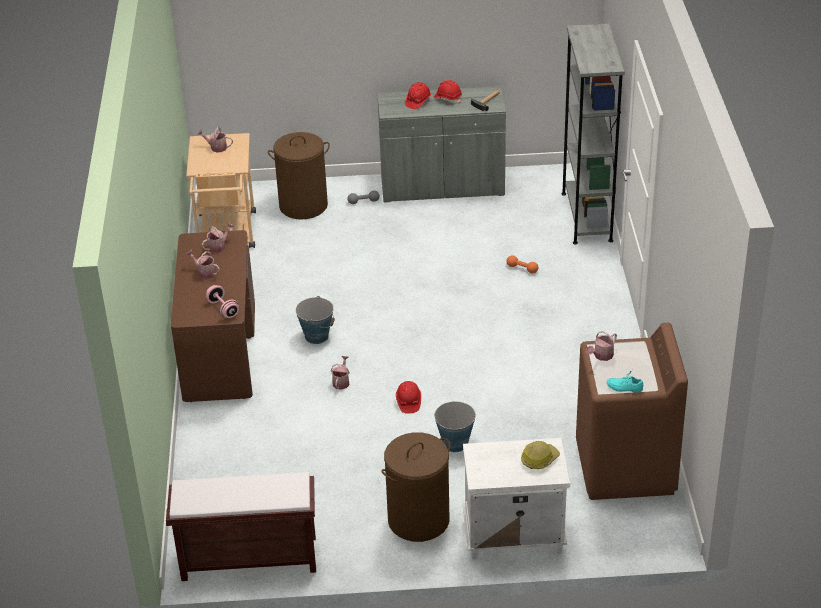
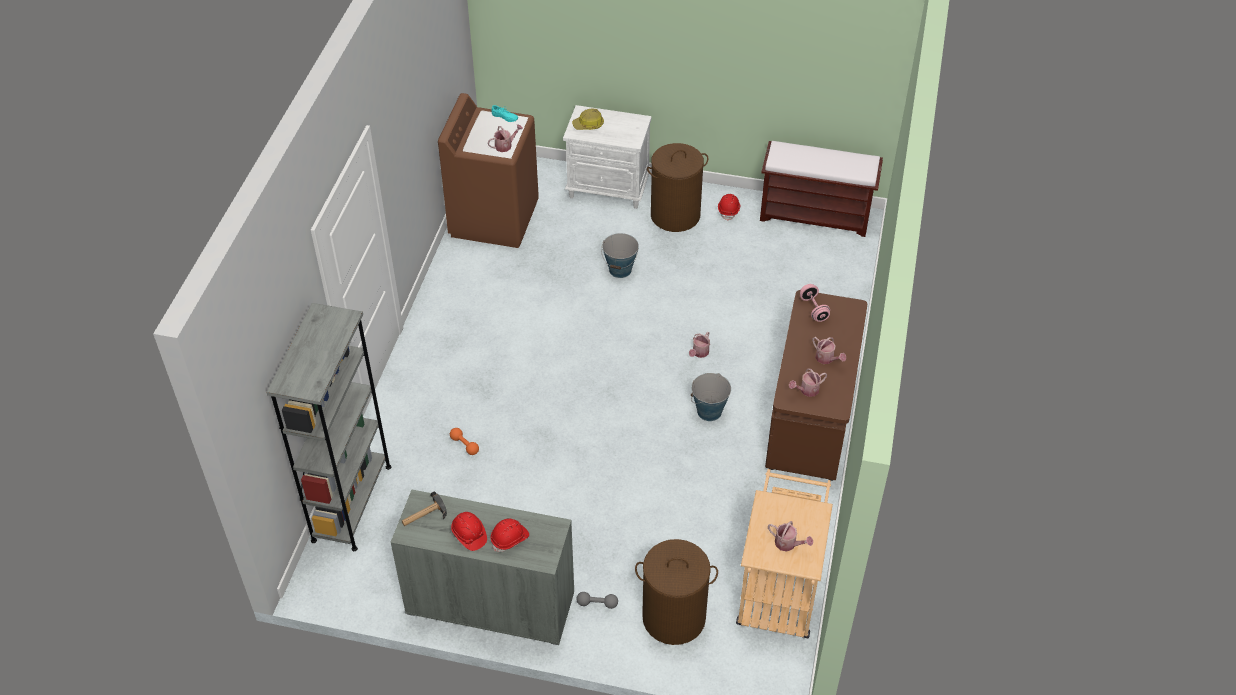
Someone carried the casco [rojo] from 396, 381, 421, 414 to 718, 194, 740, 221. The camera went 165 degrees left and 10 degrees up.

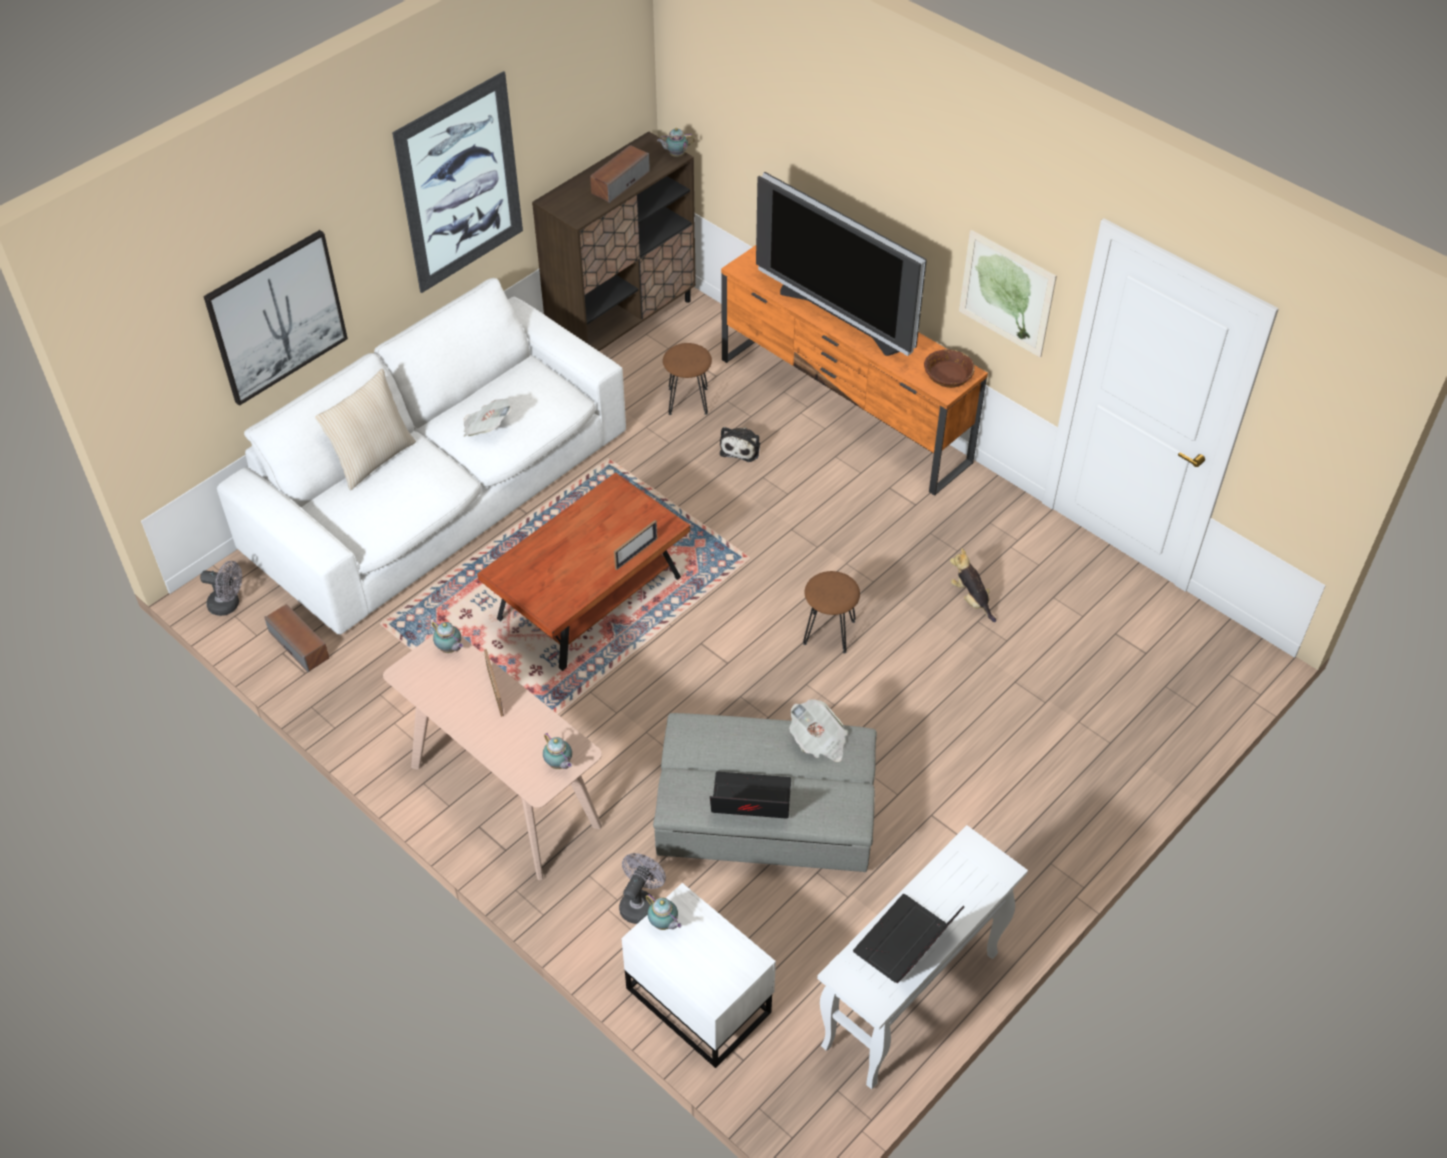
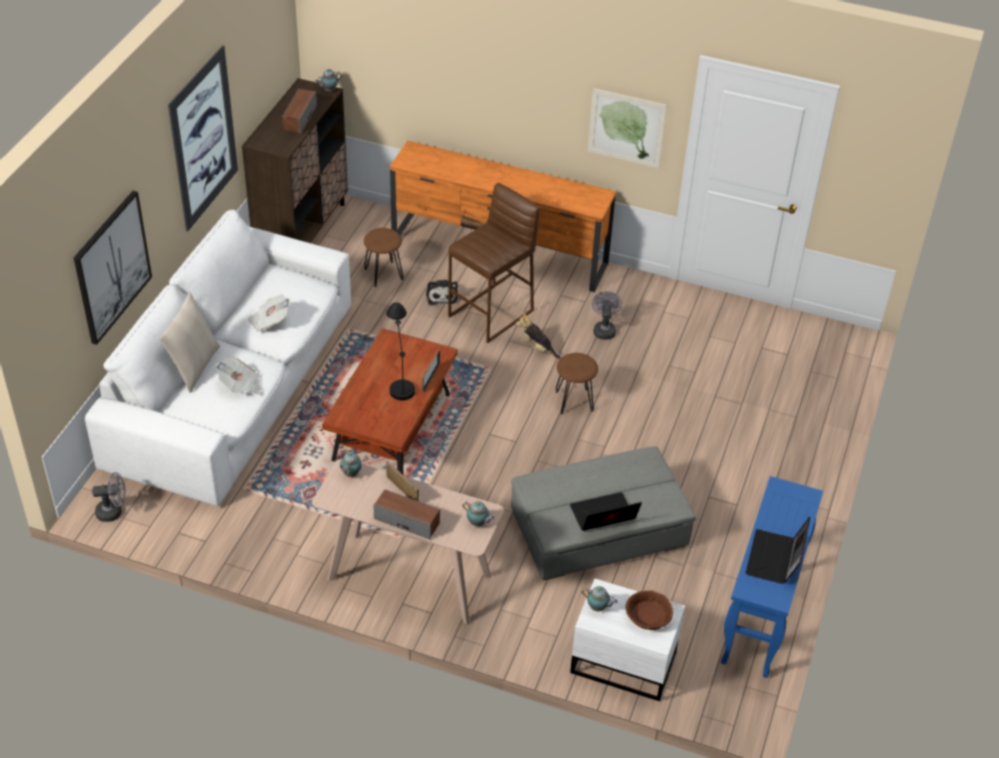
Someone took away the televisor at 756, 172, 927, 356. Someone put down the lámpara de mesa [negro] at 386, 302, 415, 400. Someone put down the taburete [marrón] at 448, 183, 540, 343. Someone carried the altavoz from 264, 604, 329, 672 to 373, 489, 440, 539. Someone carried the ventilador [gris] from 619, 853, 666, 924 to 592, 291, 622, 340. Someone carried the periódico from 789, 699, 848, 762 to 216, 357, 261, 394. Someone carried the cuenco [marrón] from 924, 349, 975, 388 to 625, 590, 673, 630. Someone carried the peluche from 950, 548, 996, 622 to 516, 312, 561, 359. Someone repainted the mesa consola [blanco] at 817, 825, 1028, 1089, which became the mesa consola [azul] at 721, 476, 823, 678. Someone rotated the tetera at 432, 620, 463, 653 by 105 degrees counterclockwise. The camera went 25 degrees left and 5 degrees down.

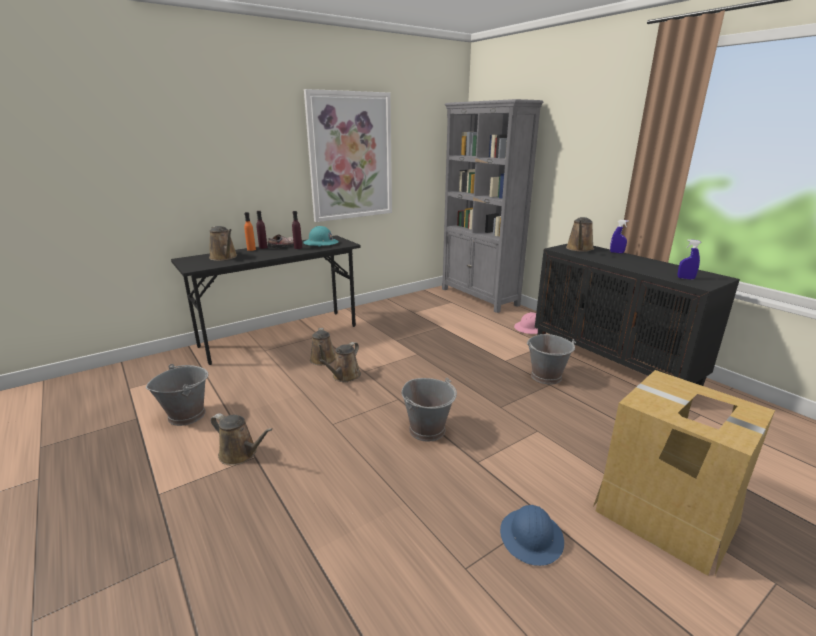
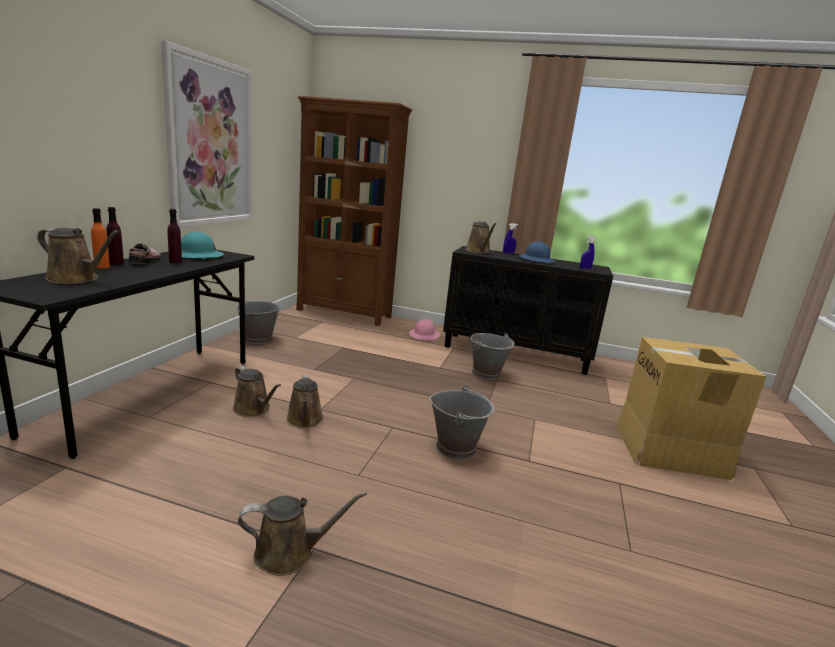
Someone carried the cubo [gris] from 146, 364, 208, 426 to 236, 301, 281, 344. Someone carried the casco [azul] from 500, 505, 564, 566 to 519, 241, 555, 263. Someone repainted the estantería [gris] at 442, 99, 543, 313, which became the estantería [marrón] at 296, 96, 412, 326. The camera went 40 degrees left and 5 degrees down.

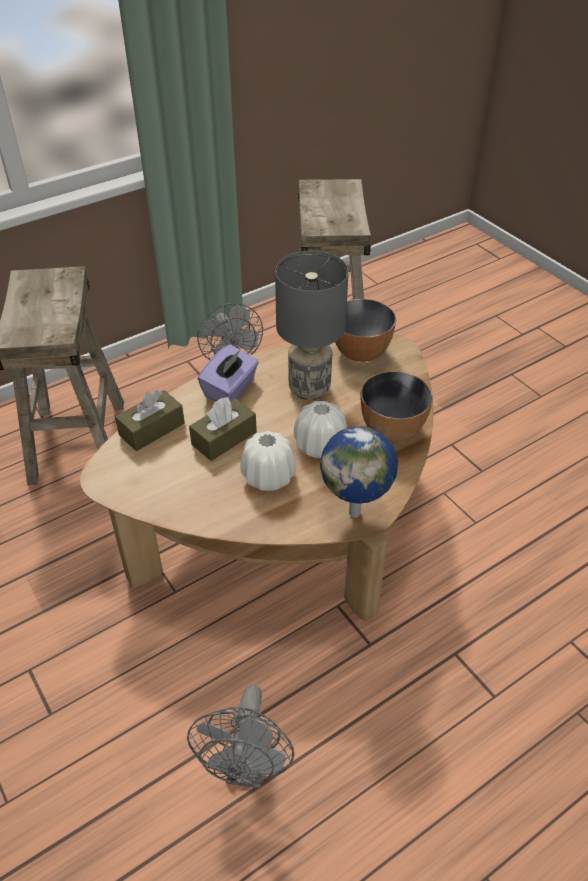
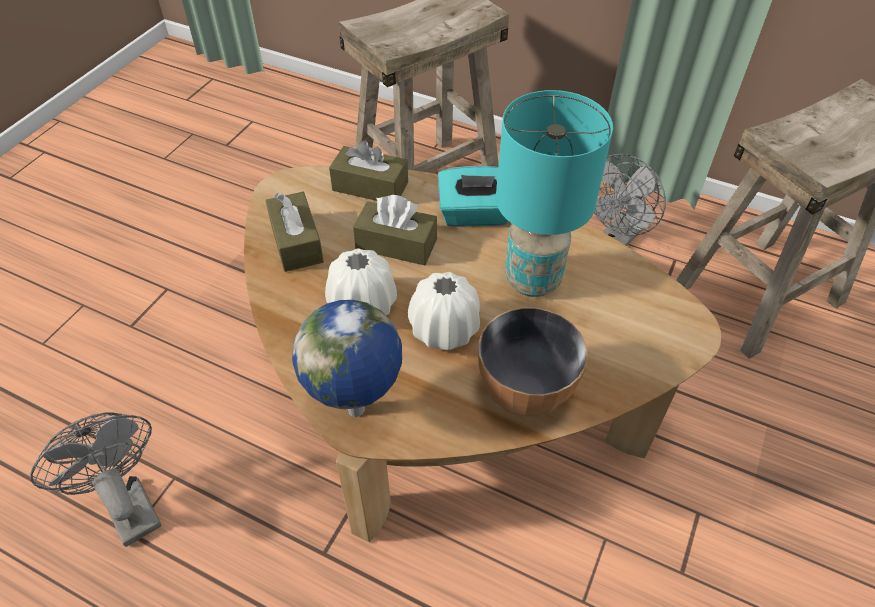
Someone took away the cuenco at 335, 299, 396, 362. Someone put down the caja de pañuelos [marrón] at 265, 192, 324, 272. Someone repainted the caja de pañuelos [morado] at 198, 345, 259, 401, which became the caja de pañuelos [turquesa] at 438, 166, 508, 227. Someone repainted the lámpara de mesa [gris] at 275, 251, 349, 400, which became the lámpara de mesa [turquesa] at 496, 90, 613, 297. Someone rotated the ventilador [gris] at 187, 685, 294, 789 by 75 degrees clockwise. The camera went 60 degrees right and 5 degrees up.

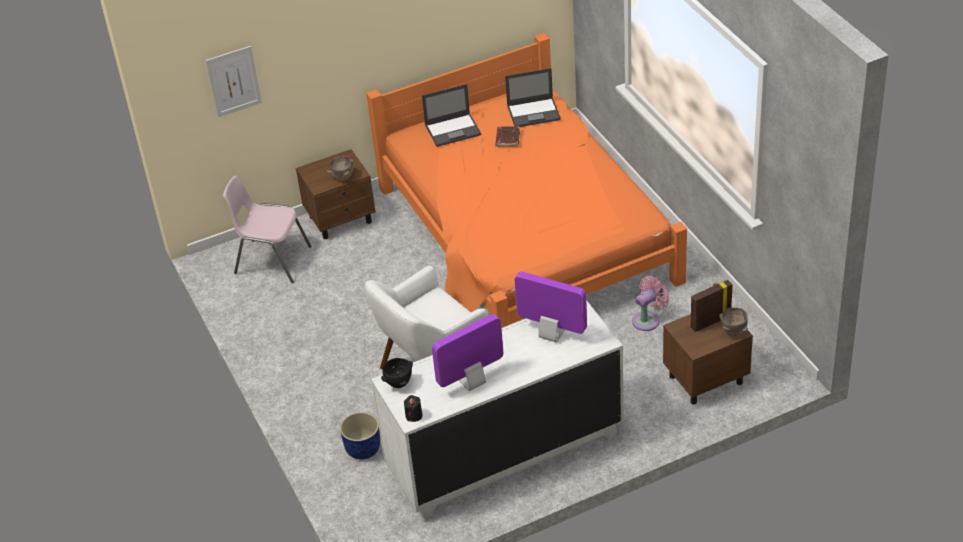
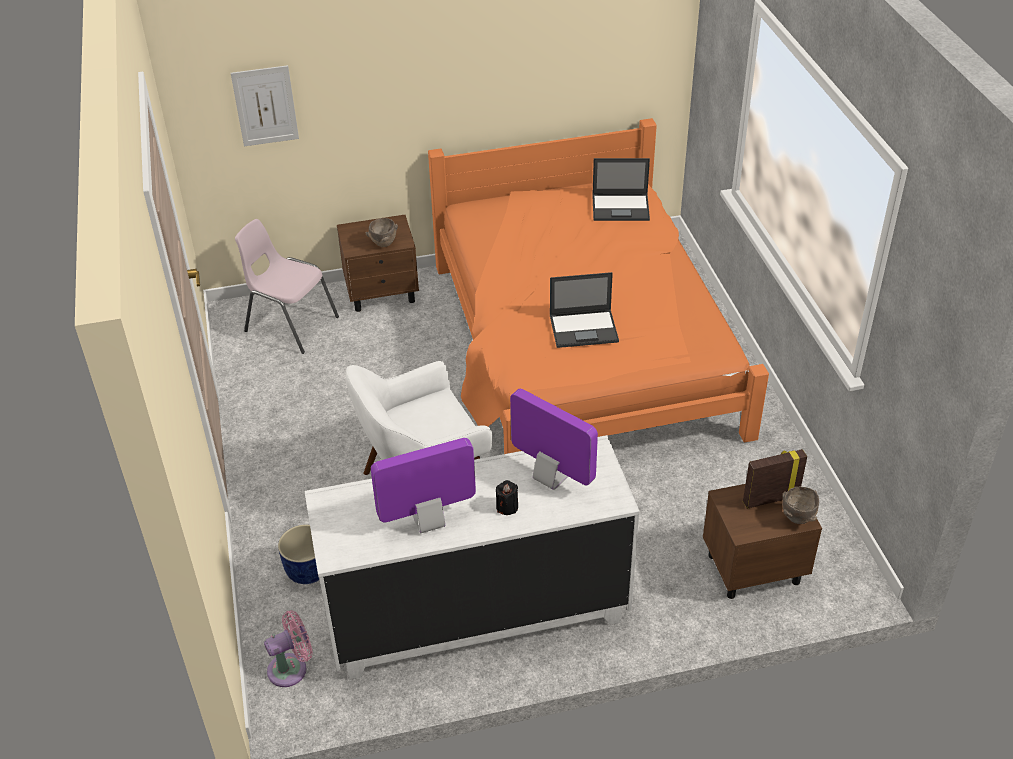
Someone took away the cuenco [negro] at 381, 358, 413, 388. Someone took away the libro [marrón] at 495, 126, 520, 147. Someone carried the vela [negro] from 404, 395, 423, 422 to 496, 480, 518, 515. Someone carried the portátil from 422, 84, 481, 147 to 550, 272, 619, 348. Someone carried the ventilador [rosa] from 632, 275, 670, 331 to 264, 610, 313, 687. The camera went 10 degrees right and 0 degrees up.

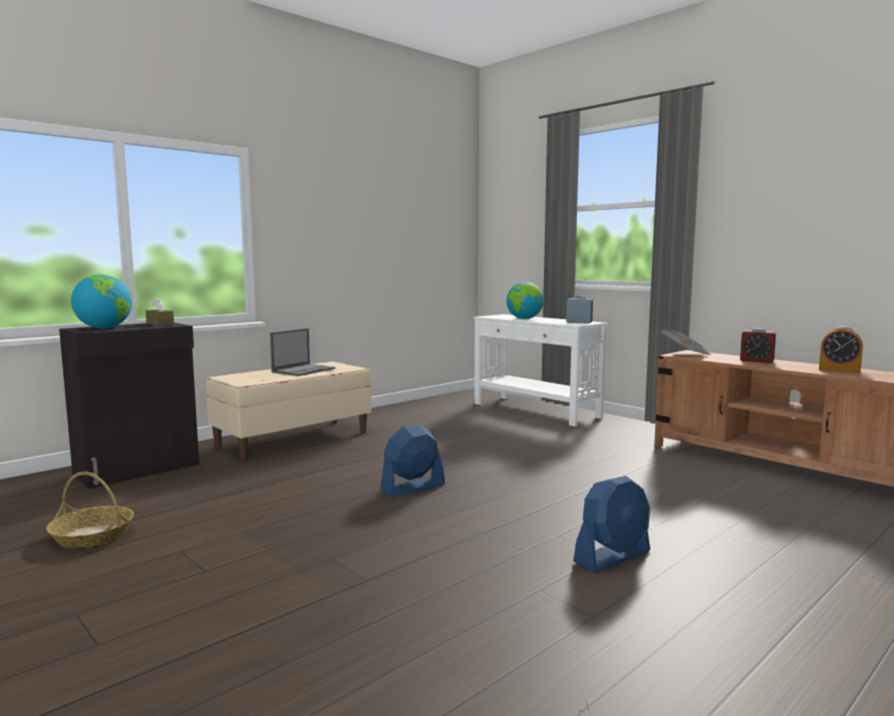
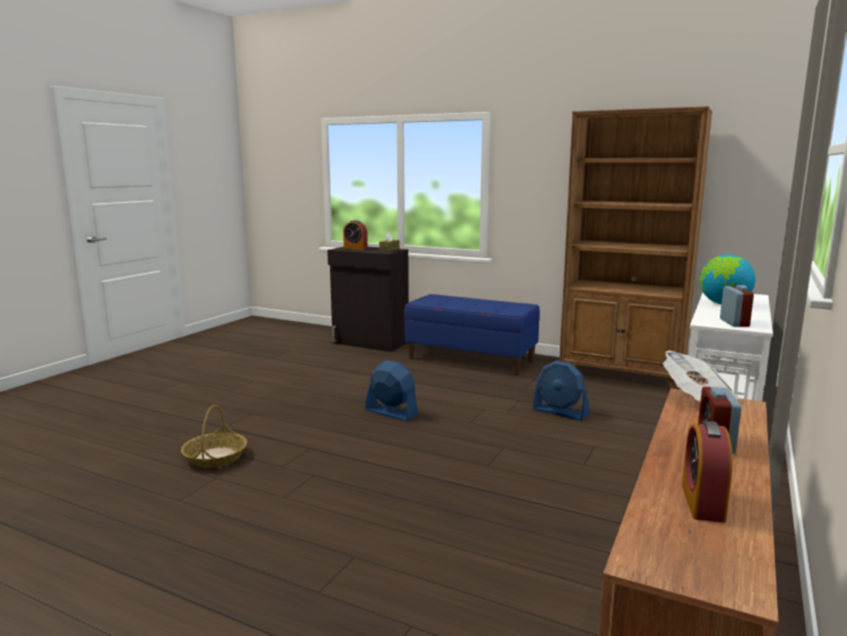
Someone took away the portátil at 270, 328, 335, 376. Someone put down the estantería [marrón] at 559, 106, 712, 391. Someone carried the cesta from 46, 471, 134, 548 to 181, 405, 247, 468. Someone carried the ventilador [azul] from 573, 476, 650, 573 to 532, 360, 590, 421. Someone swapped the globo terráqueo at 71, 274, 132, 329 for the despertador at 343, 220, 368, 250. Someone repainted the banco [beis] at 206, 361, 371, 460, which became the banco [azul] at 404, 294, 540, 375. The camera went 70 degrees right and 5 degrees up.

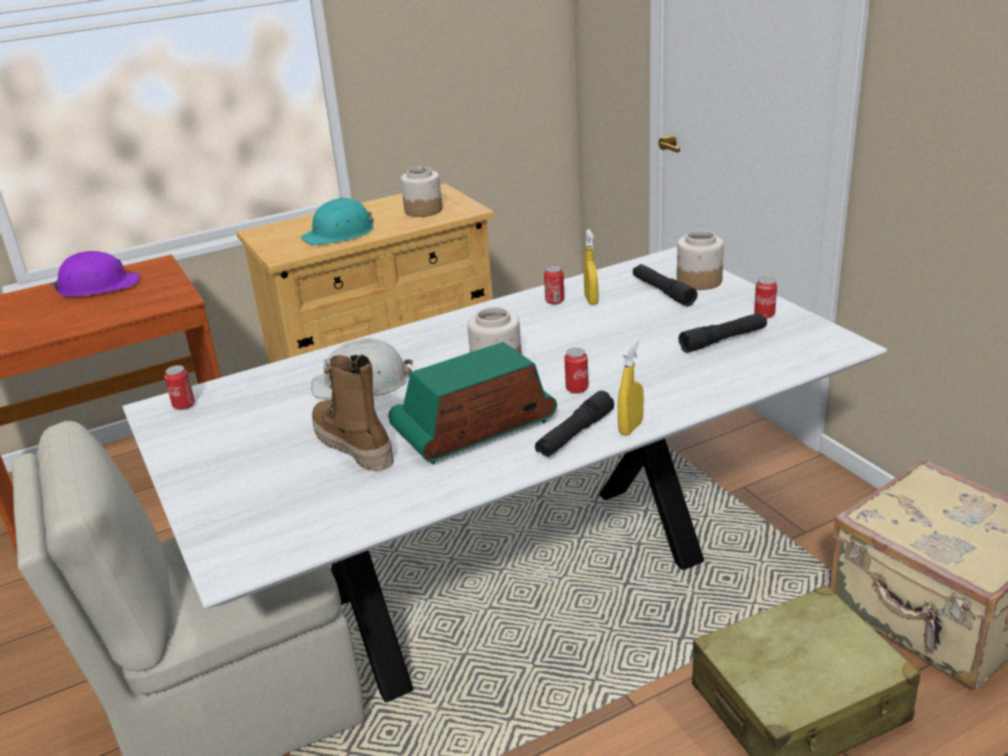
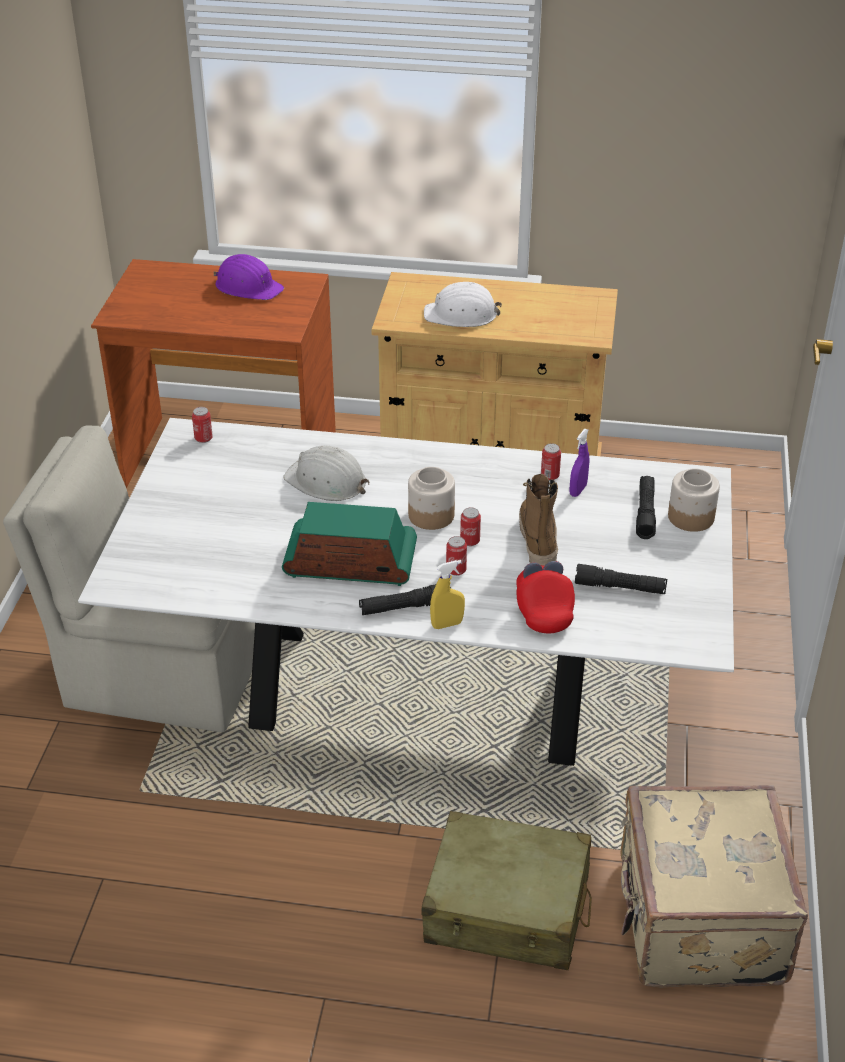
Someone took away the tarro at 401, 167, 442, 217. Someone put down the gorra [rojo] at 516, 561, 575, 634. Someone carried the bota from 312, 354, 394, 471 to 519, 474, 558, 566. Someone carried the lata from 754, 277, 777, 318 to 460, 508, 481, 546. Someone repainted the casco [turquesa] at 301, 197, 374, 245, which became the casco [blanco] at 424, 282, 502, 327. Someone repainted the pulverizador [amarillo] at 584, 230, 598, 305, which became the pulverizador [morado] at 569, 429, 589, 497. The camera went 35 degrees right and 10 degrees up.

